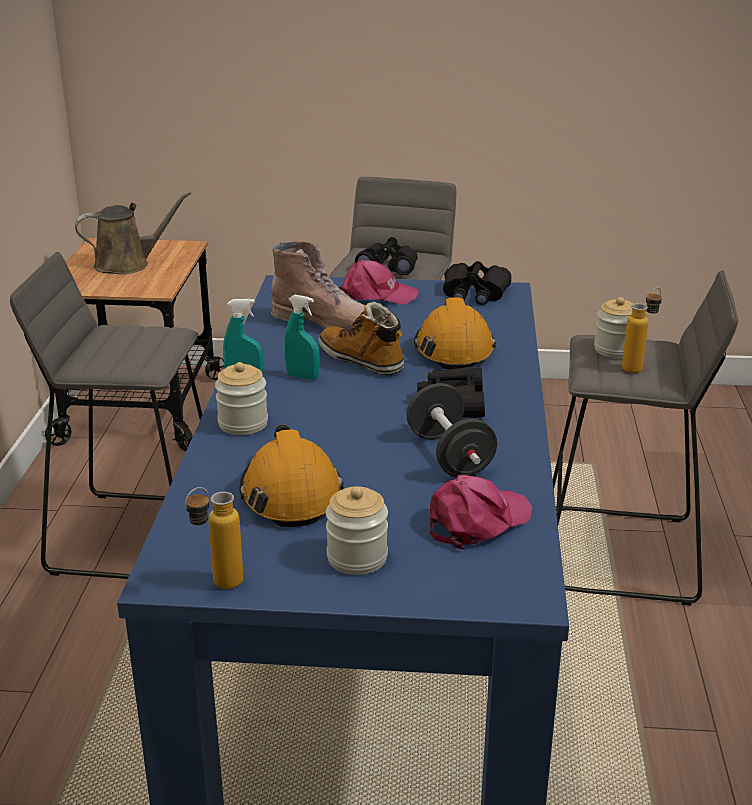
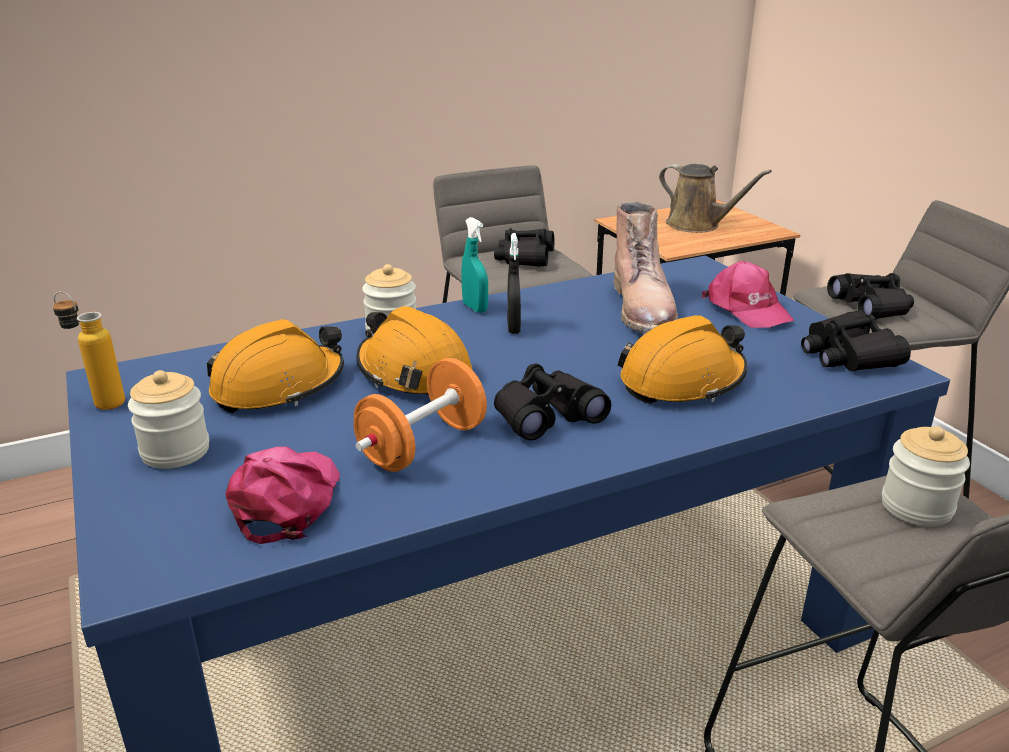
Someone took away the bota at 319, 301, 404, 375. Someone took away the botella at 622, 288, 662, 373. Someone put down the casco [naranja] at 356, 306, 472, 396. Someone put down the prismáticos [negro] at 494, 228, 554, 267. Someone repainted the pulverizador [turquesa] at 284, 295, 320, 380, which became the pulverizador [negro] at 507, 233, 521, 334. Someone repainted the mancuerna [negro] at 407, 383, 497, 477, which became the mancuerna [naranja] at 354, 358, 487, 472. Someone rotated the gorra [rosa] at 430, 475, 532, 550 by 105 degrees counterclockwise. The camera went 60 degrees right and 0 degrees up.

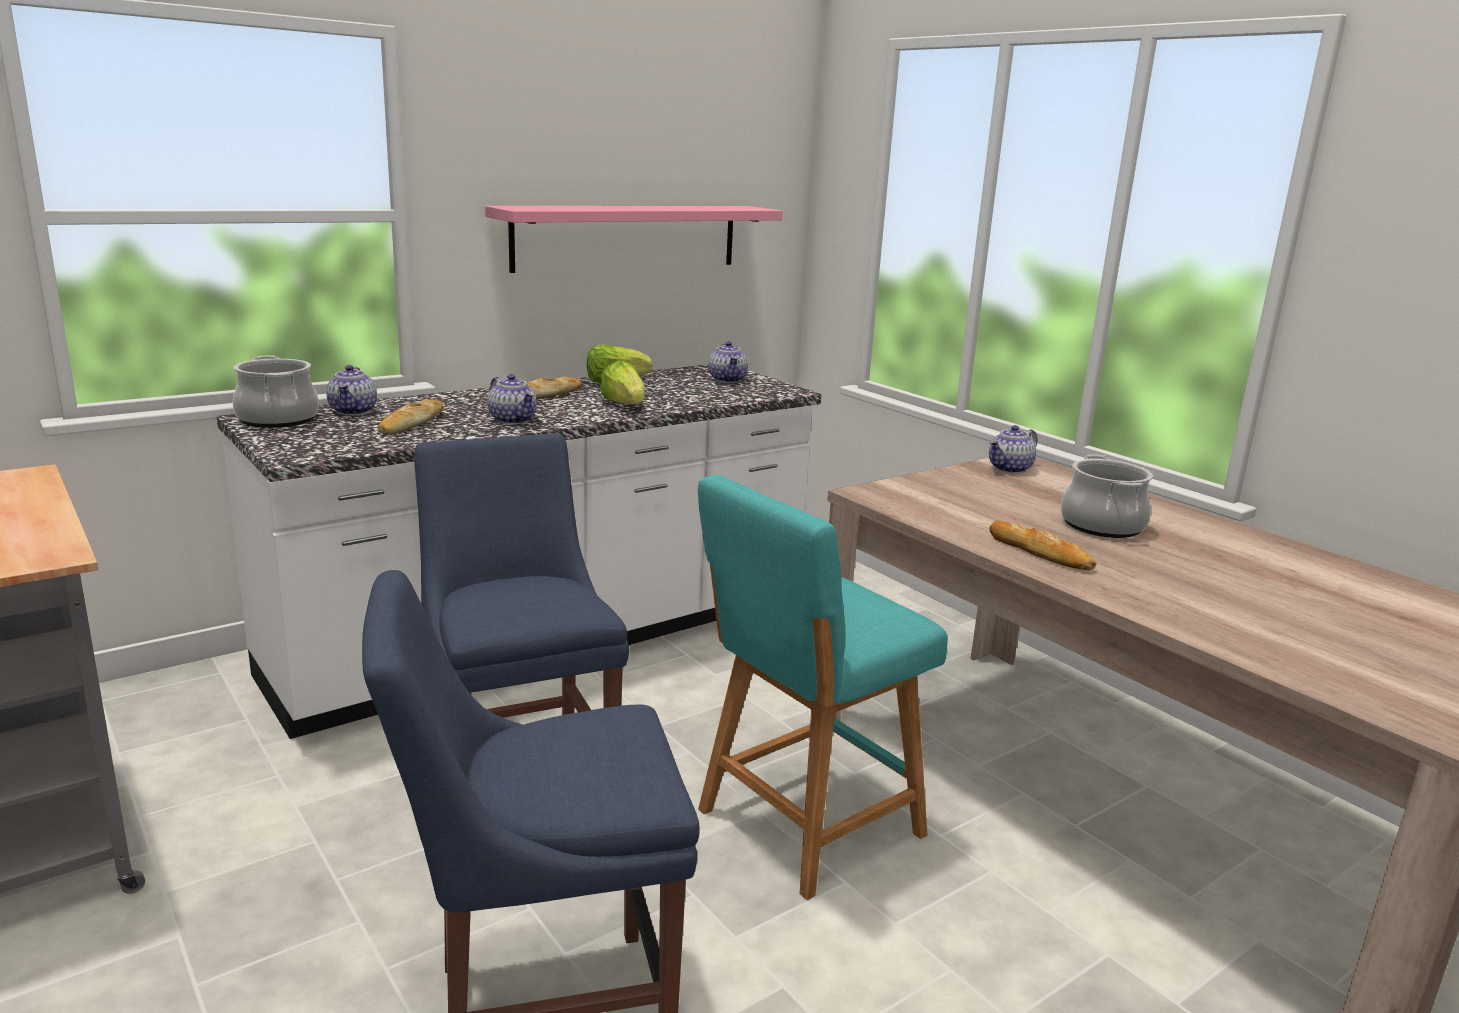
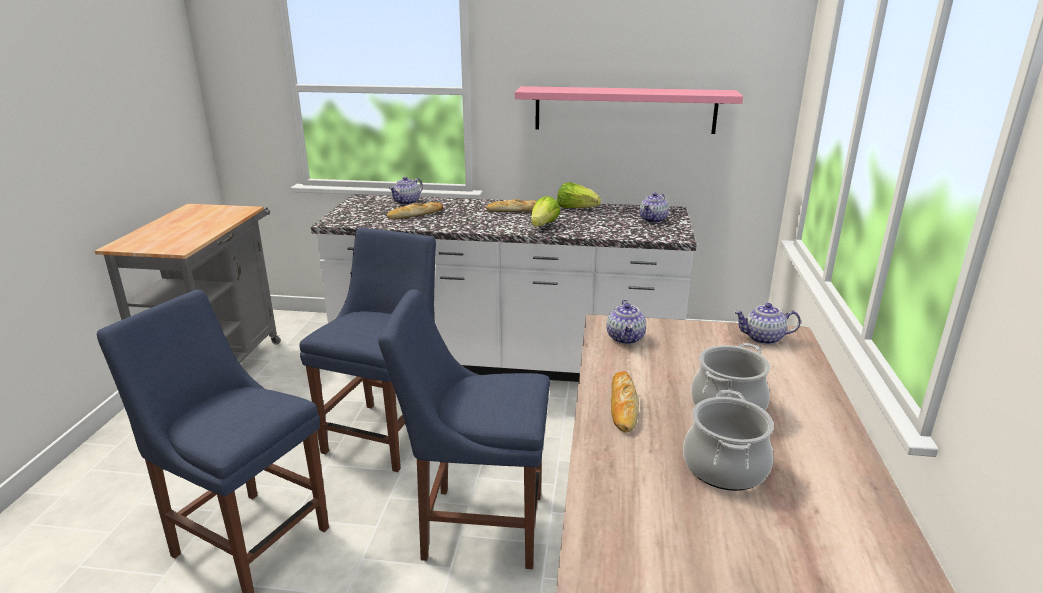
Someone carried the olla from 232, 355, 319, 428 to 683, 390, 774, 491. Someone carried the tetera from 488, 374, 537, 424 to 606, 299, 646, 344. Someone swapped the taburete [turquesa] at 698, 475, 948, 900 for the silla [azul] at 378, 289, 550, 569. The camera went 45 degrees right and 5 degrees up.

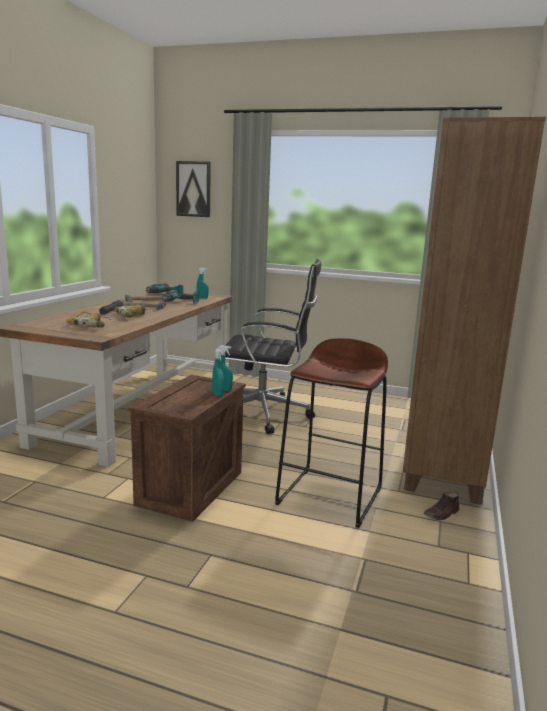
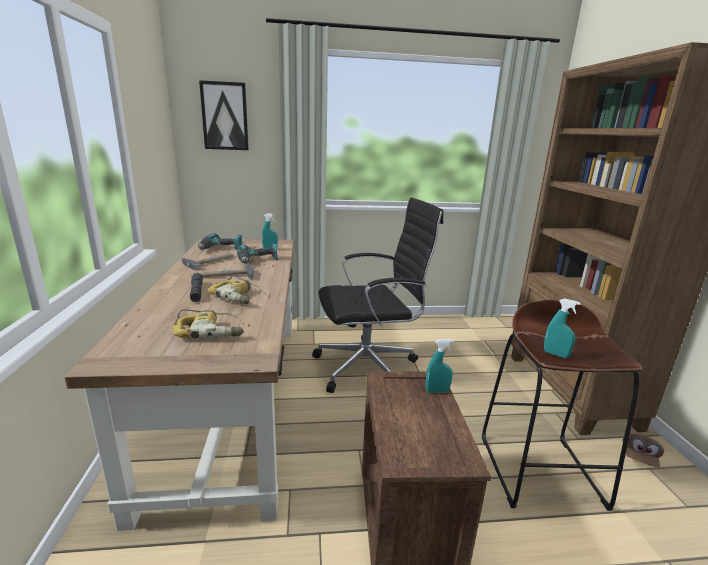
Someone carried the pulverizador [turquesa] from 212, 348, 224, 396 to 544, 298, 581, 358. Someone swapped the zapato [marrón] at 424, 491, 460, 520 for the gorra [marrón] at 623, 434, 664, 467. The camera went 25 degrees left and 5 degrees up.

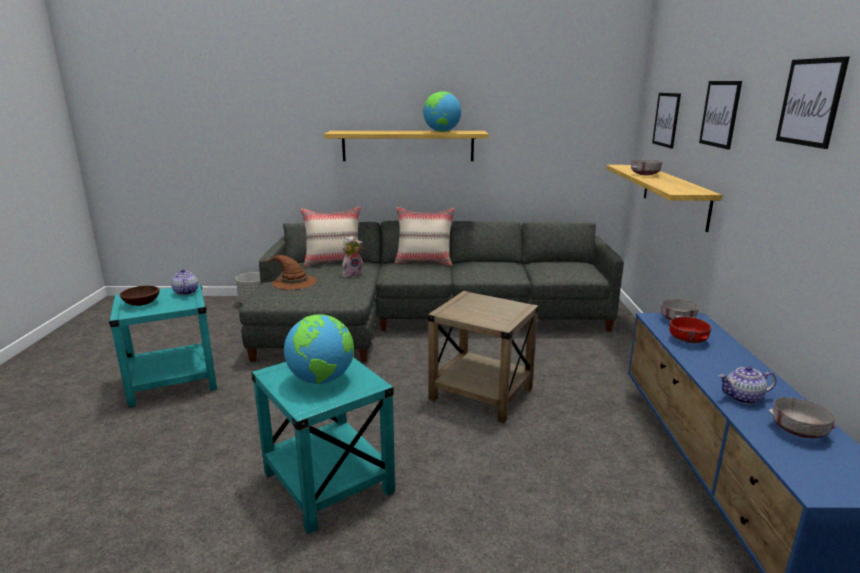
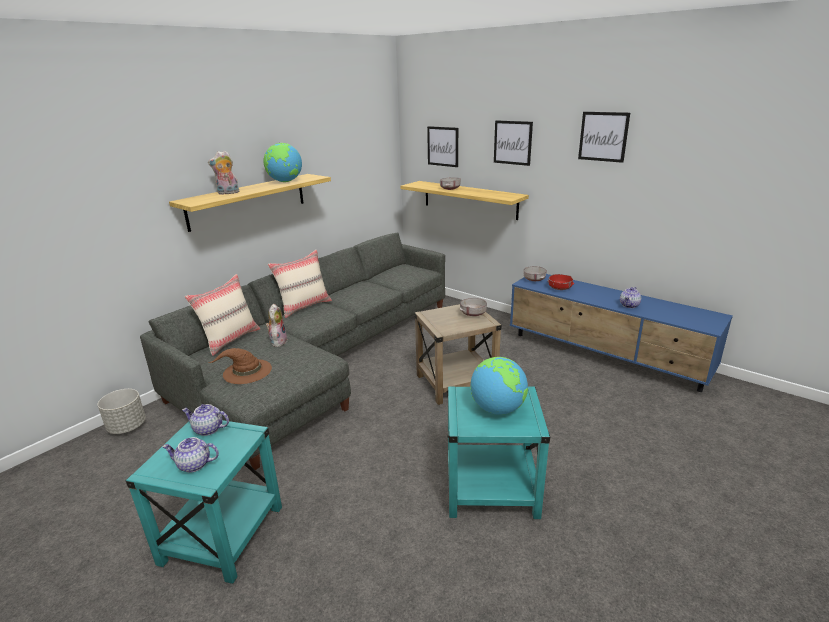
Someone put down the peluche at 208, 151, 240, 195. Someone carried the cuenco [gris] from 769, 397, 836, 438 to 460, 298, 487, 316. Someone swapped the cuenco [marrón] at 120, 286, 160, 306 for the tetera at 162, 437, 219, 473. The camera went 50 degrees left and 5 degrees up.

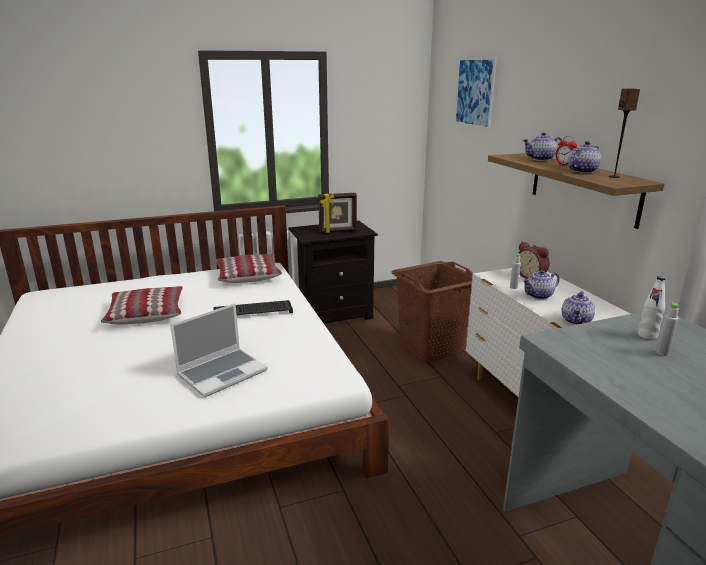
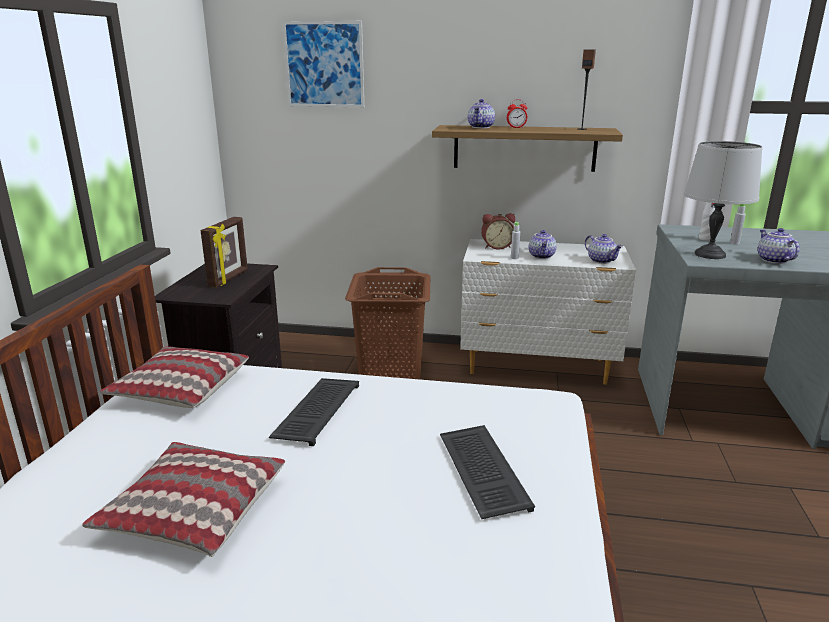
Someone put down the lámpara de mesa [gris] at 684, 141, 763, 259. Someone carried the tetera from 568, 141, 601, 173 to 758, 228, 800, 264. Someone swapped the portátil at 170, 304, 268, 397 for the teclado at 440, 425, 535, 519. The camera went 60 degrees left and 0 degrees up.

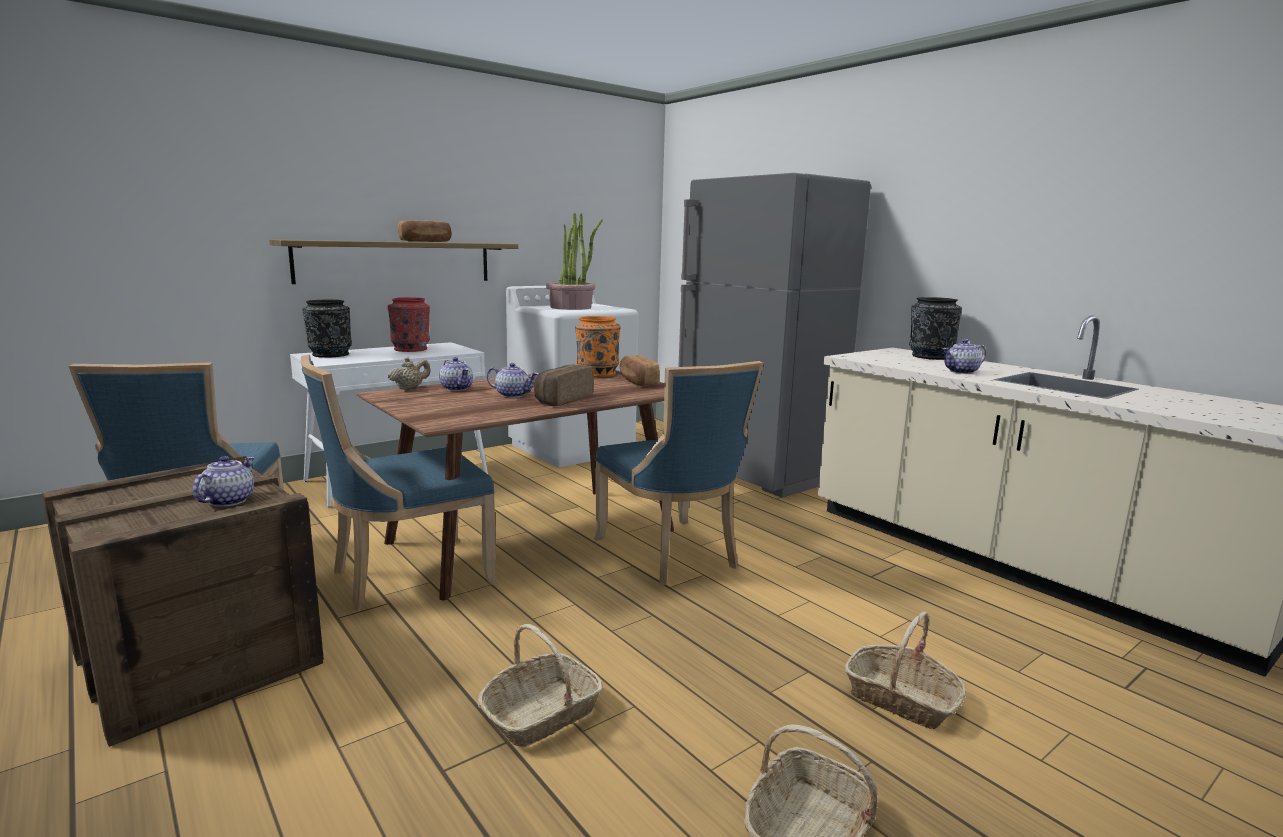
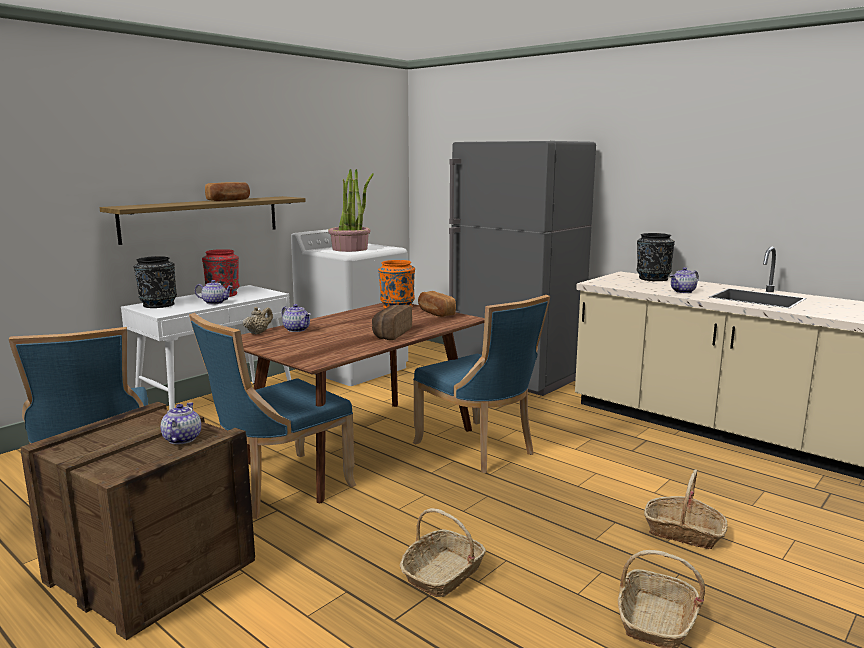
Someone carried the tetera from 487, 363, 538, 398 to 195, 280, 233, 305. The camera went 10 degrees left and 0 degrees up.

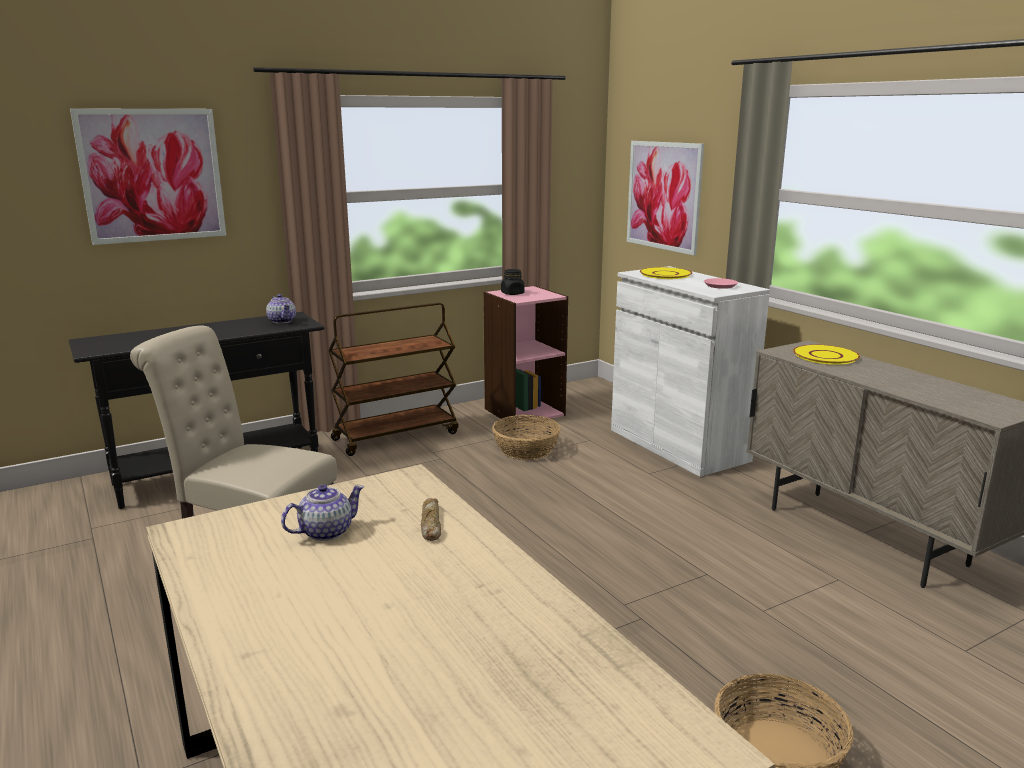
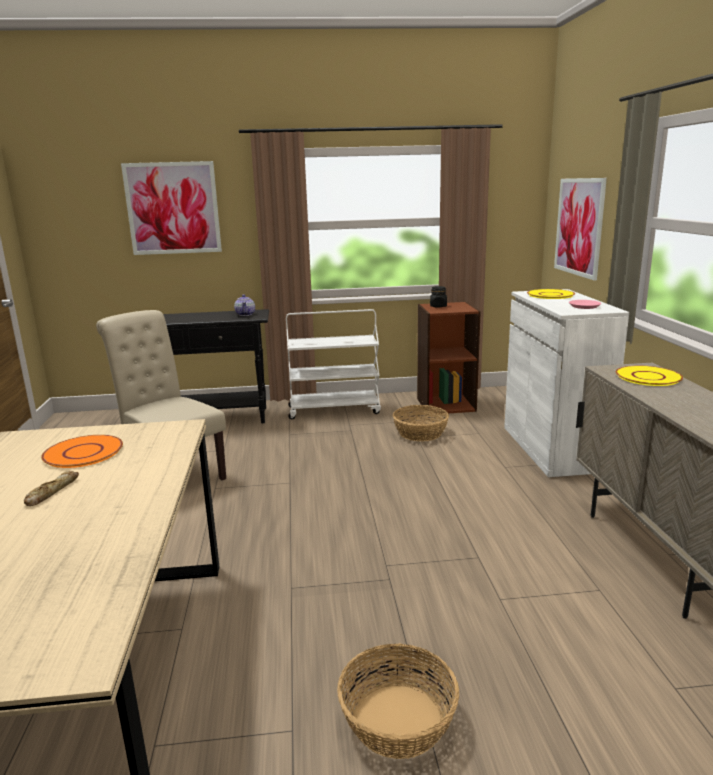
Someone carried the pan from 421, 498, 441, 541 to 24, 471, 79, 506. Someone swapped the tetera at 281, 485, 364, 541 for the plato [naranja] at 41, 435, 123, 468. Someone repainted the carrito [marrón] at 328, 303, 458, 456, which became the carrito [blanco] at 286, 309, 381, 419. Someone repainted the estantería [rosa] at 483, 286, 568, 423, which became the estantería [marrón] at 417, 302, 481, 414. The camera went 25 degrees right and 0 degrees up.

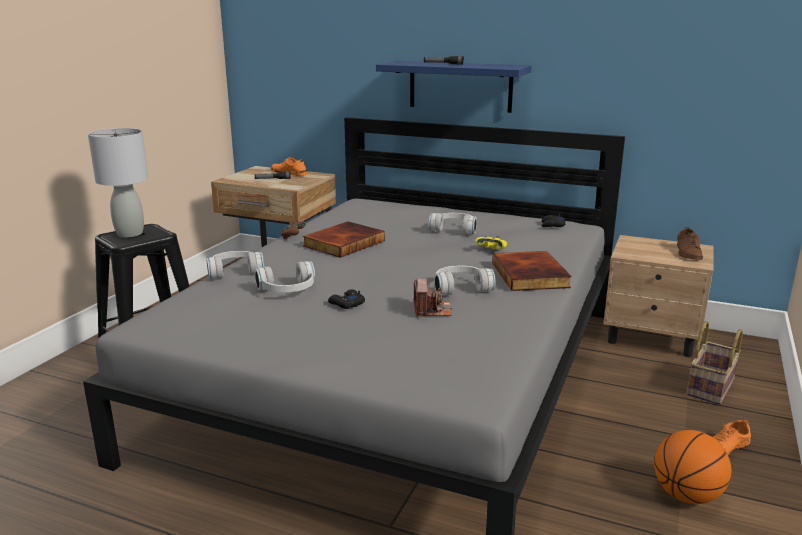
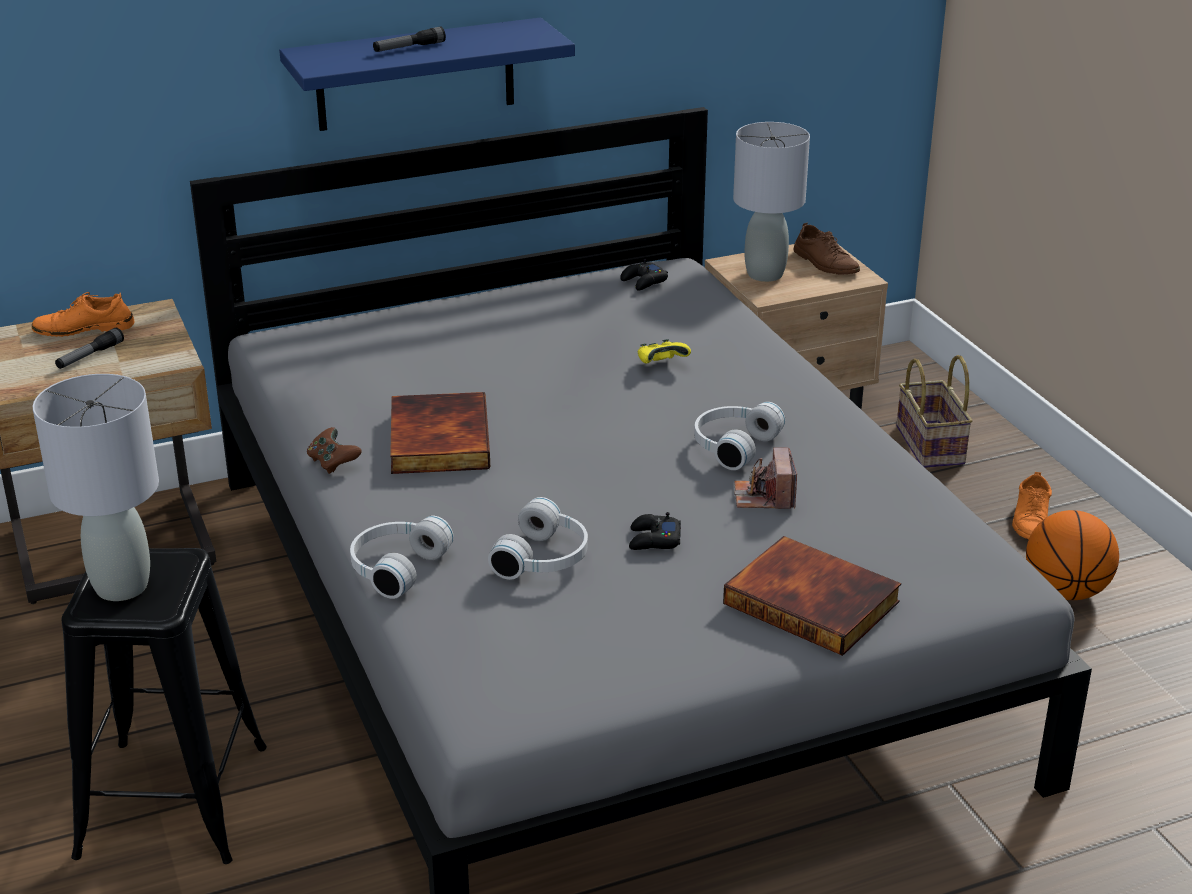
Someone took away the auriculares [blanco] at 429, 213, 477, 234. Someone put down the lámpara de mesa [gris] at 733, 122, 810, 282. Someone carried the libro from 492, 251, 572, 291 to 723, 536, 901, 656. Someone rotated the cámara at 414, 278, 452, 317 by 135 degrees counterclockwise. The camera went 45 degrees left and 10 degrees up.

